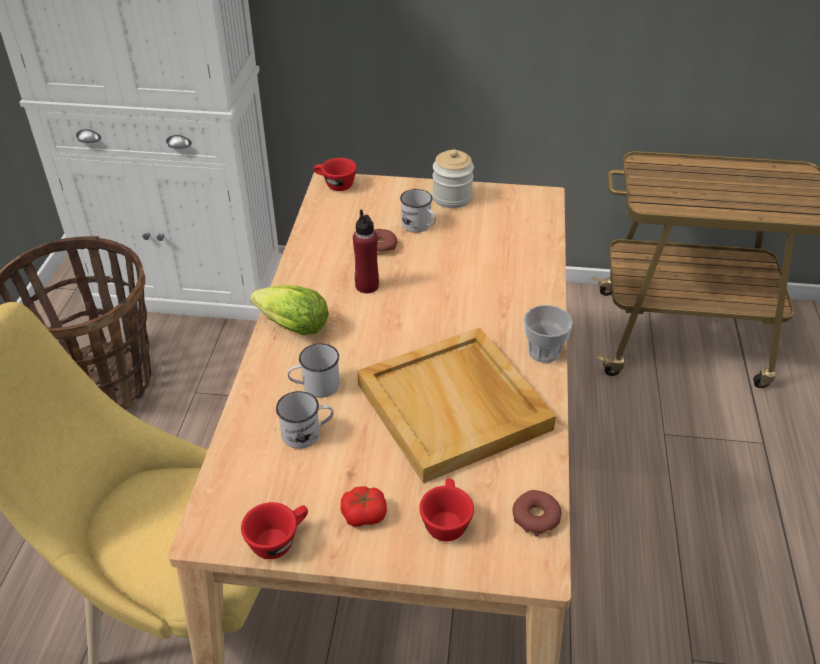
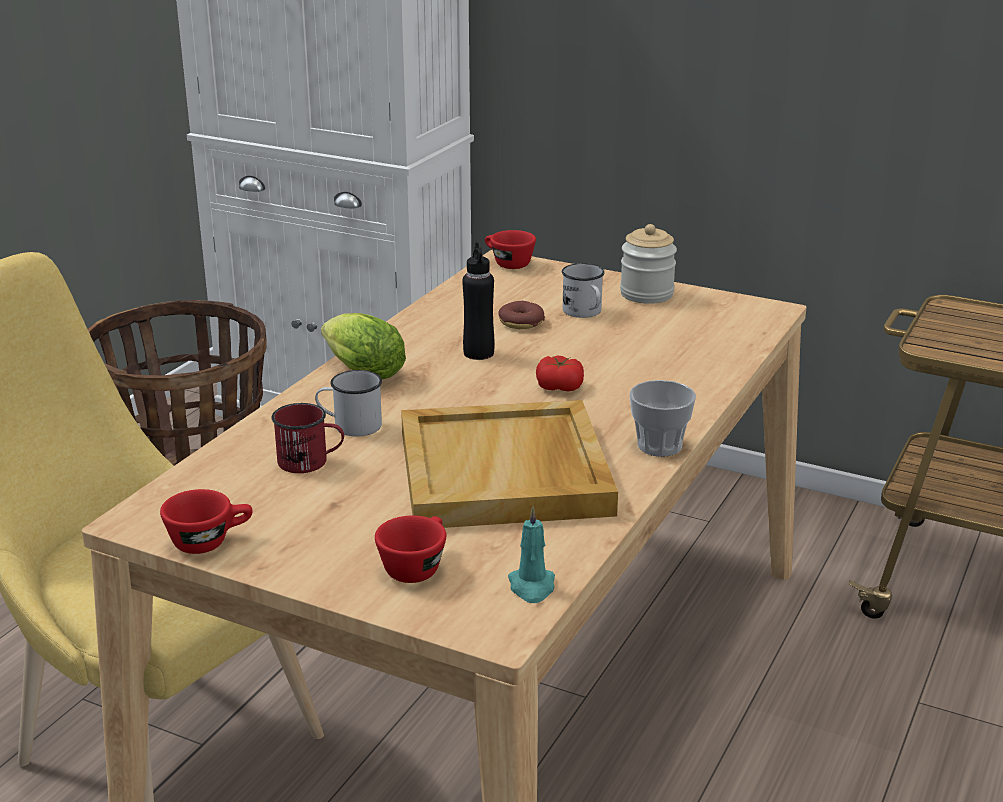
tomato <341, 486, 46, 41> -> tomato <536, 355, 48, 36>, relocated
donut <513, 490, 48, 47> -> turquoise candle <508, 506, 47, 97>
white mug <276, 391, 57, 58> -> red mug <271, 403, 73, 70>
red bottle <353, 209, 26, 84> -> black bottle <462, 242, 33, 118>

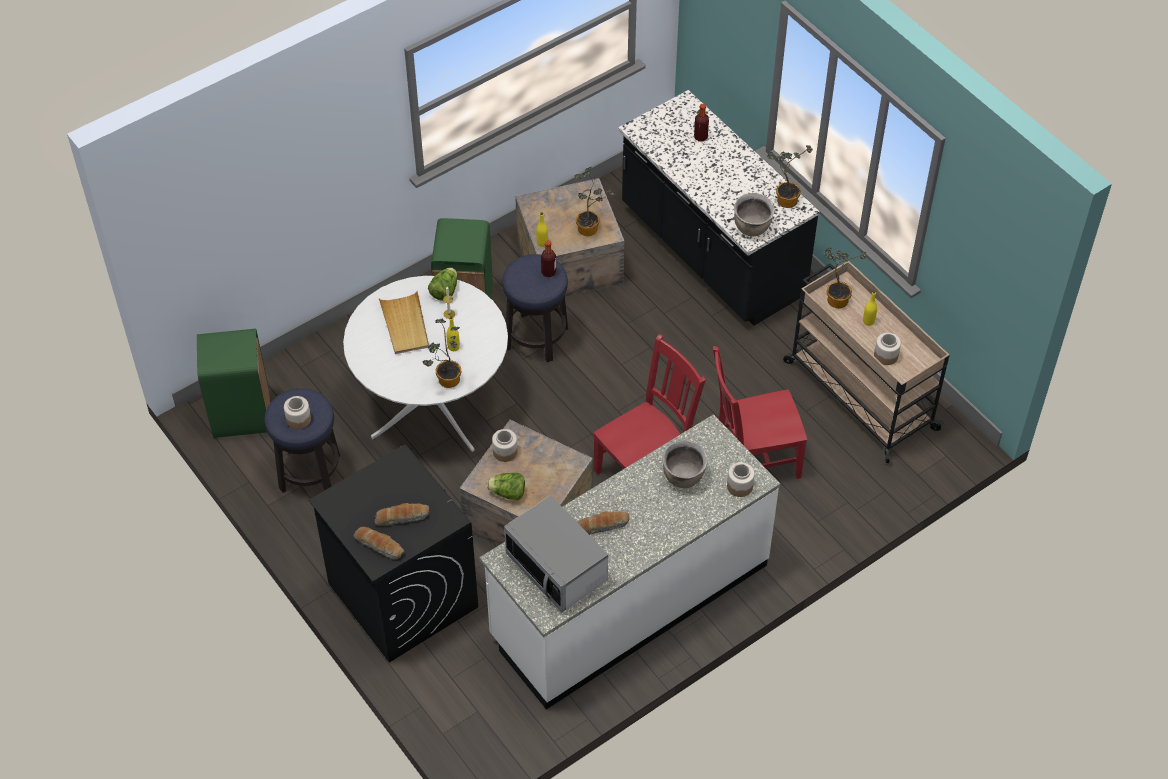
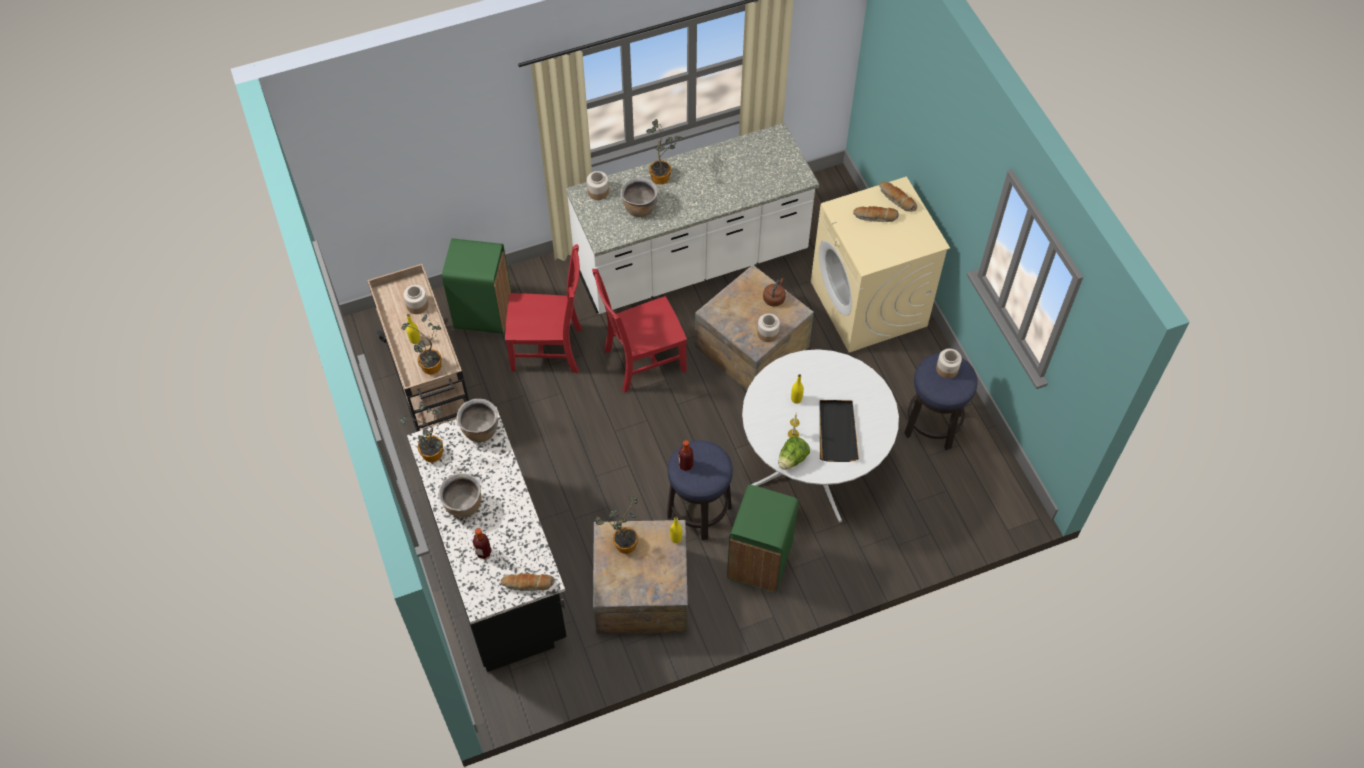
microwave <504, 495, 104, 117> -> none
none -> brown cooking pot <439, 473, 43, 45>
green trash can <197, 329, 73, 109> -> green trash can <442, 238, 70, 96>, relocated
potted plant <423, 318, 38, 70> -> potted plant <646, 119, 37, 66>, relocated
bread <578, 511, 51, 24> -> bread <501, 573, 53, 18>, relocated
lettuce <487, 473, 38, 27> -> brown kettle <763, 278, 23, 28>
black washing machine <309, 444, 169, 219> -> beige washing machine <811, 177, 139, 175>
beige tray <379, 291, 50, 63> -> black tray <819, 400, 40, 62>

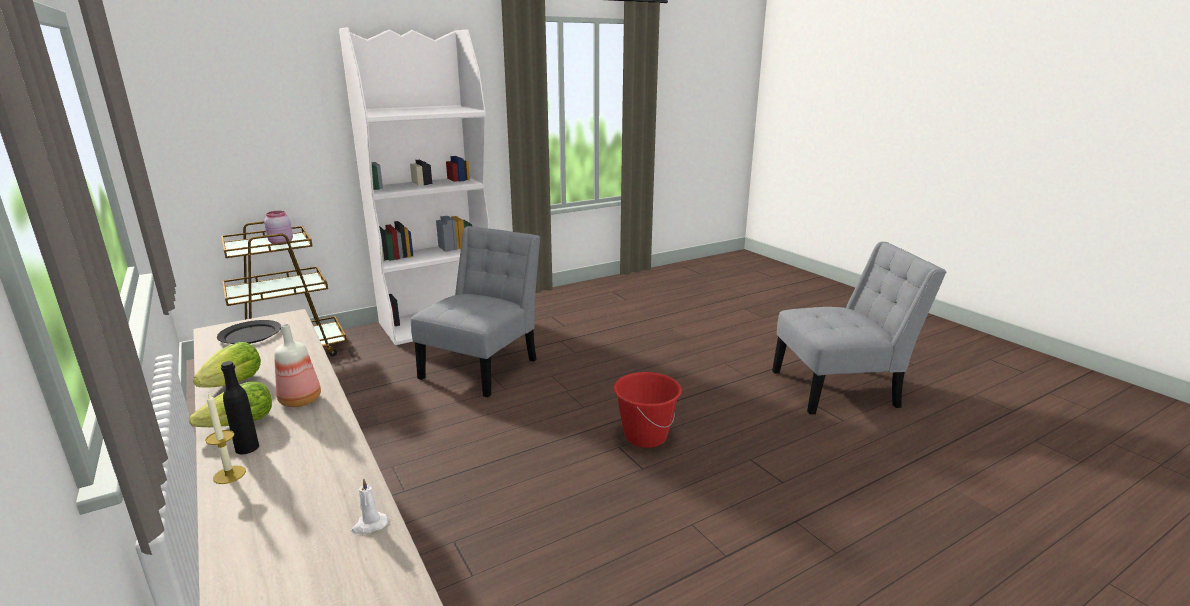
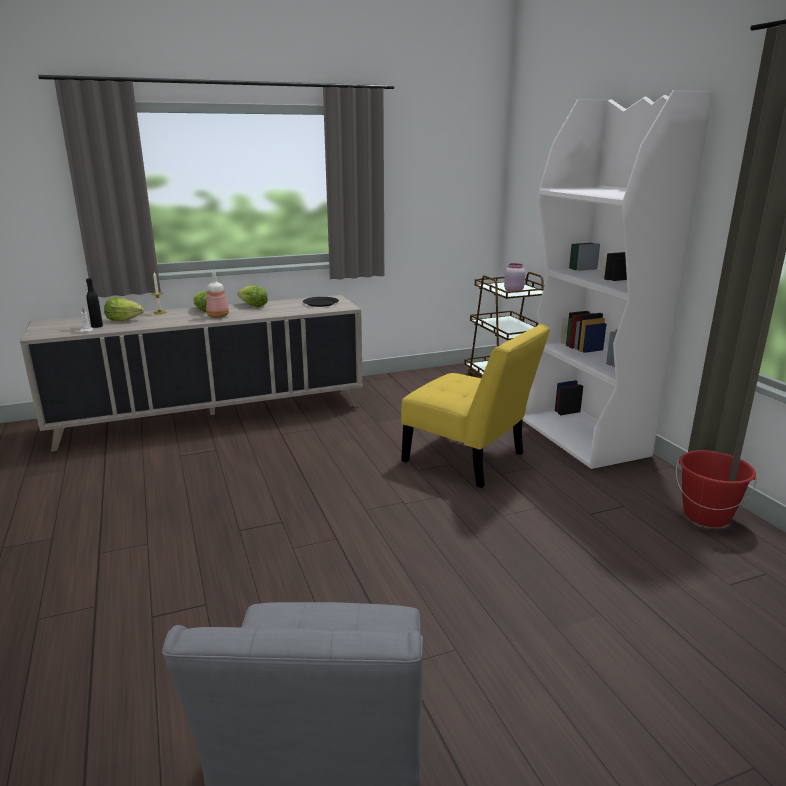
none -> lettuce <104, 298, 40, 23>
black bottle <221, 361, 38, 93> -> black bottle <86, 278, 17, 50>, relocated
red bucket <614, 372, 68, 76> -> red bucket <676, 450, 81, 77>, relocated
grey chair <411, 226, 129, 171> -> yellow chair <401, 324, 149, 164>

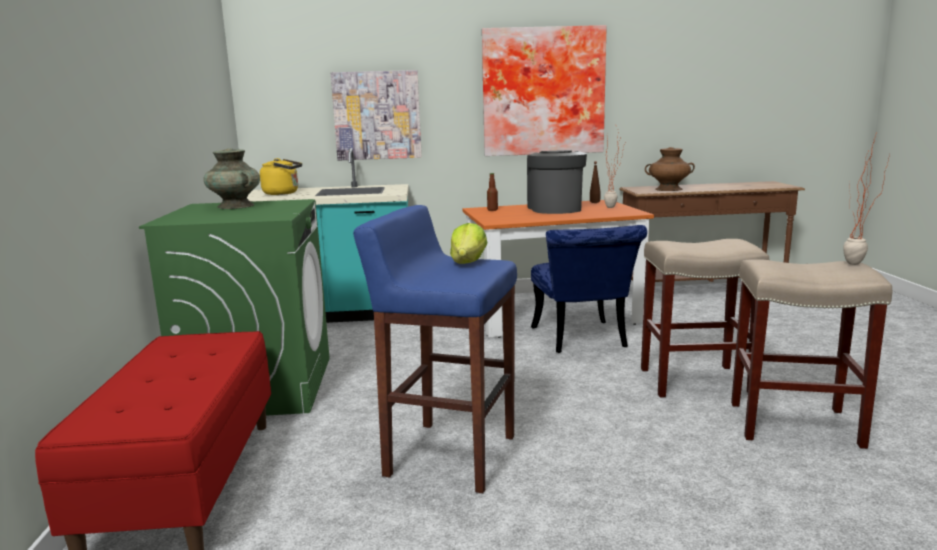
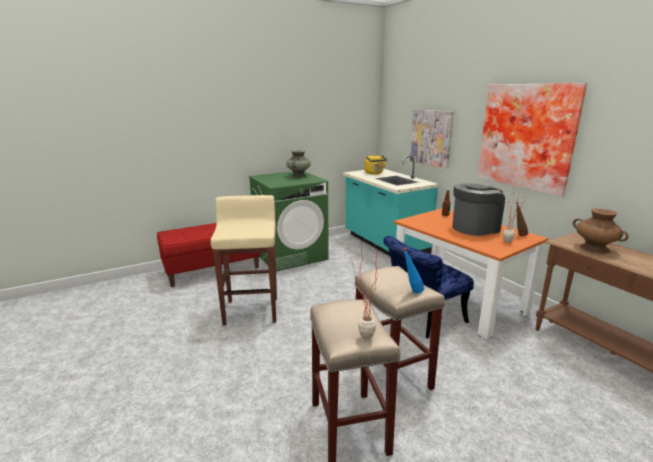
lettuce <450, 223, 37, 41> -> none
none -> blue bottle <403, 248, 21, 45>
blue stool <353, 205, 164, 288> -> beige stool <211, 195, 66, 131>

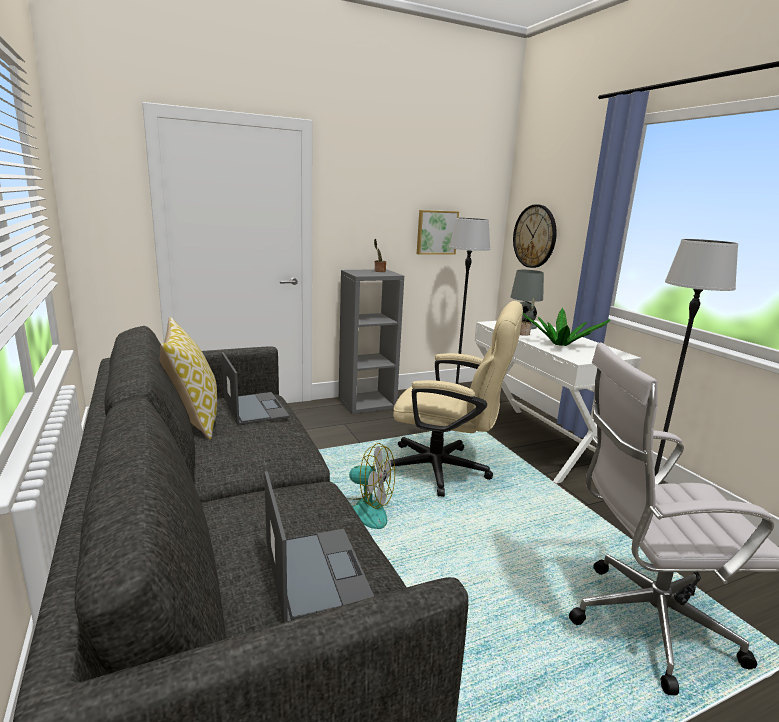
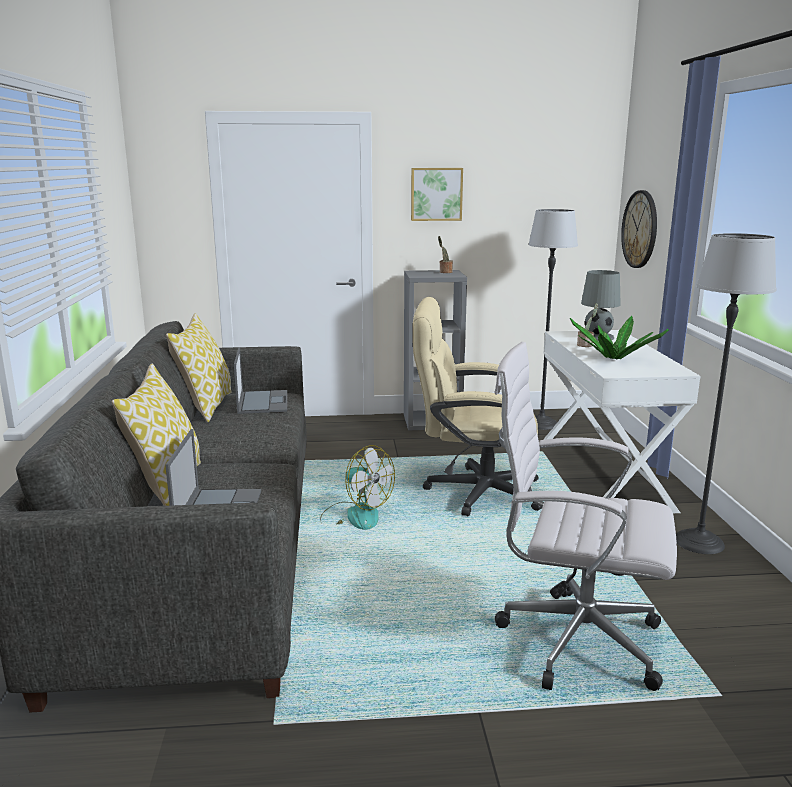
none -> pillow <111, 364, 90, 142>
picture <417, 210, 42, 45> -> picture <411, 168, 52, 53>, relocated
beige office chair <381, 301, 142, 196> -> beige office chair <413, 297, 129, 220>, 150 degrees clockwise

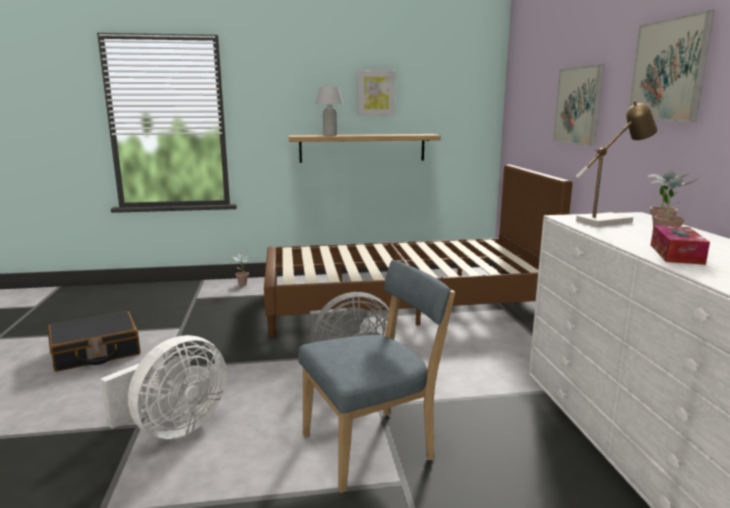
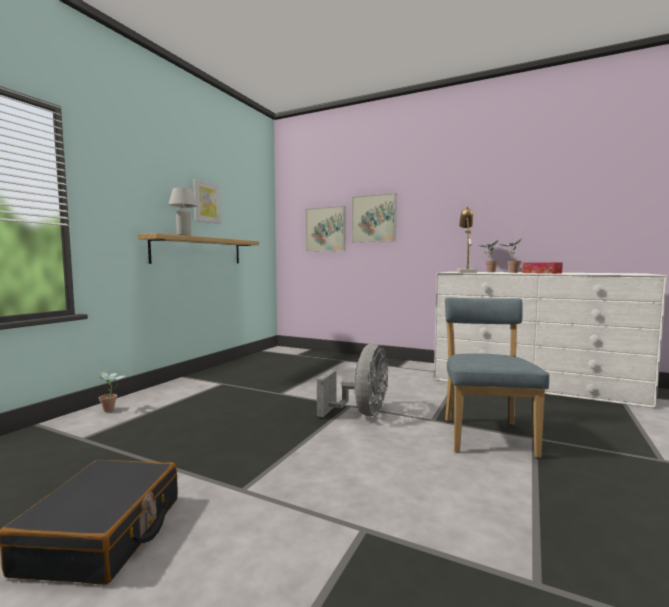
white fan <100, 335, 127, 104> -> none
brown bed <264, 164, 308, 173> -> none
picture <629, 10, 86, 112> -> picture <306, 206, 39, 46>, relocated

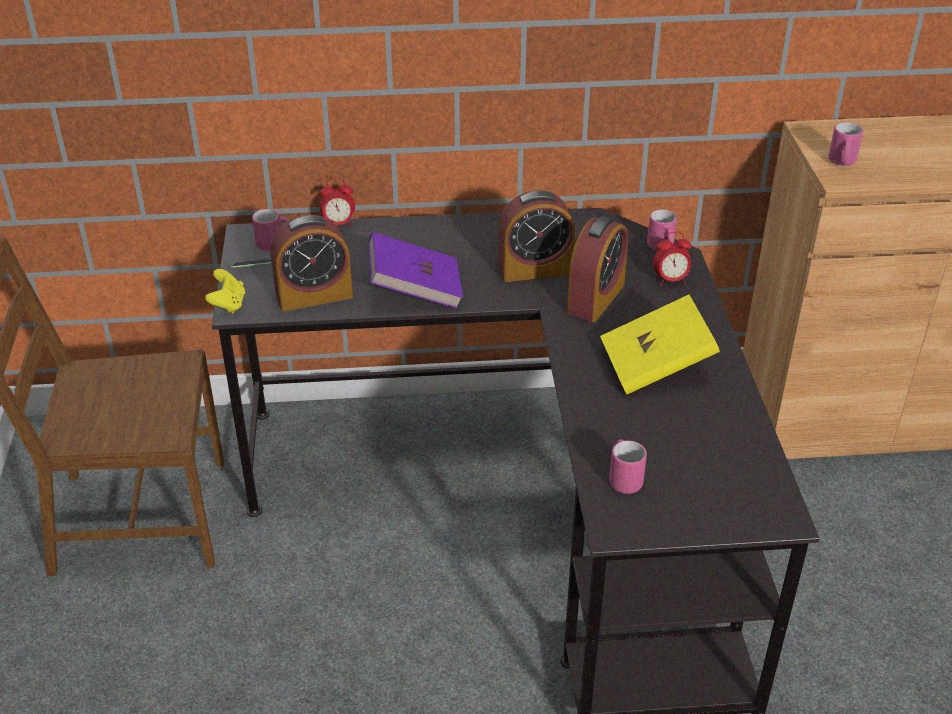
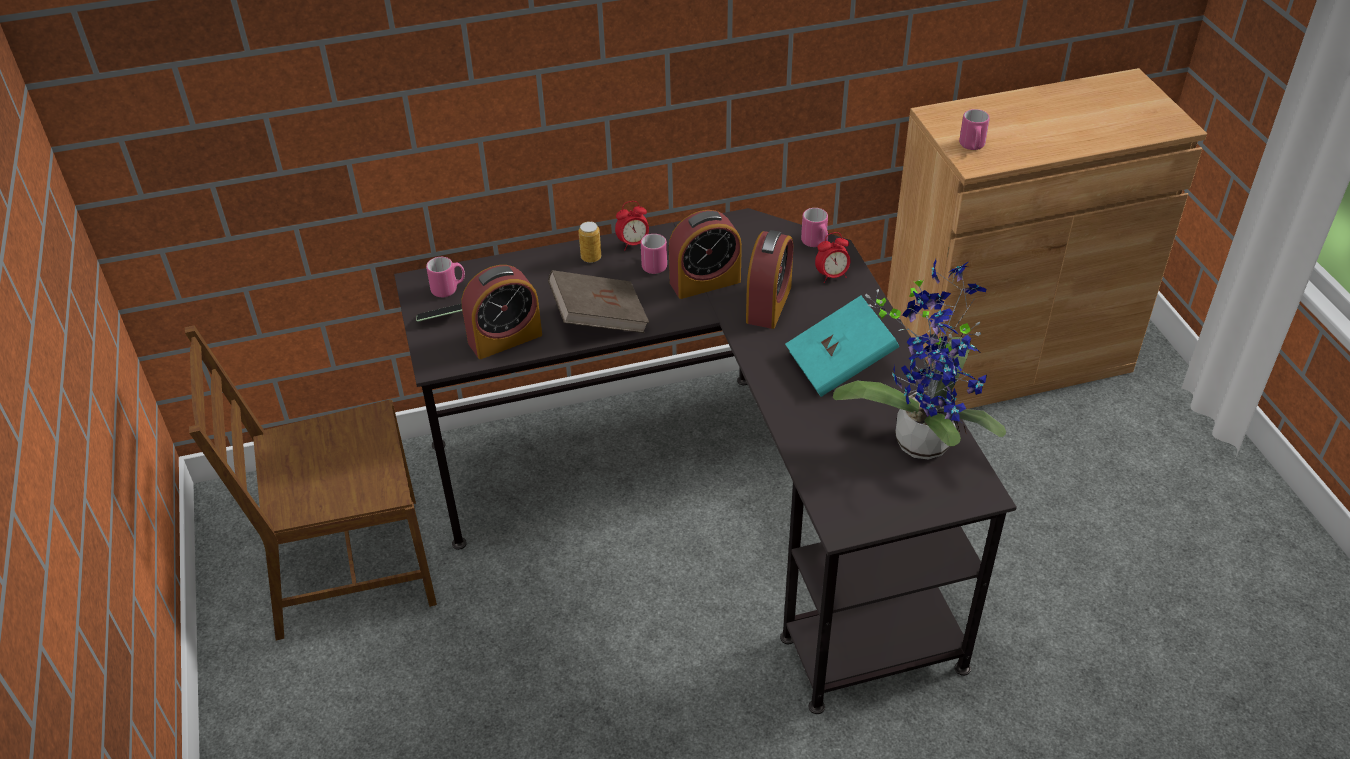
yellow game controller <205, 269, 40, 45> -> none
none -> can <579, 221, 22, 42>
none -> potted plant <833, 259, 173, 201>
alarm clock <320, 178, 35, 50> -> alarm clock <615, 201, 34, 49>, relocated
pink mug <609, 439, 38, 55> -> pink mug <641, 234, 26, 40>, relocated
purple book <368, 232, 95, 77> -> brown book <548, 270, 101, 63>
yellow book <600, 295, 120, 100> -> turquoise book <785, 296, 114, 101>

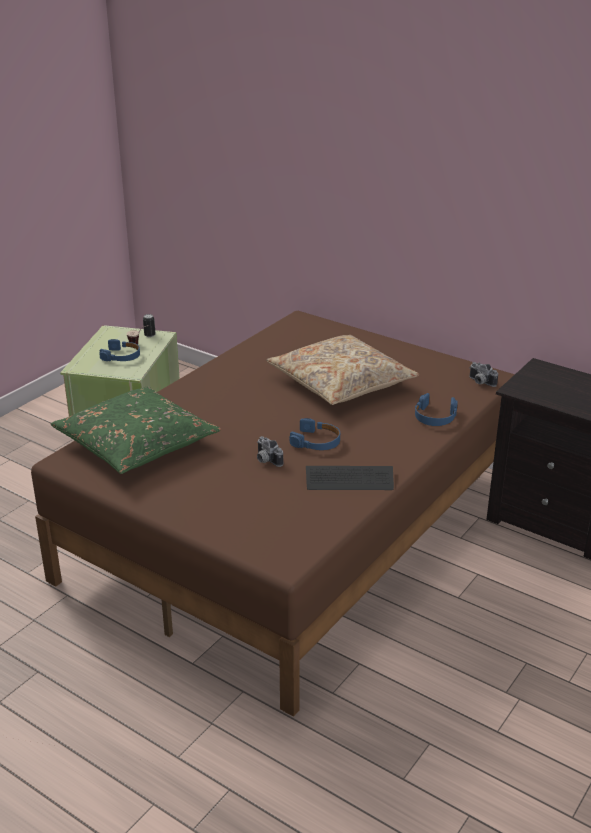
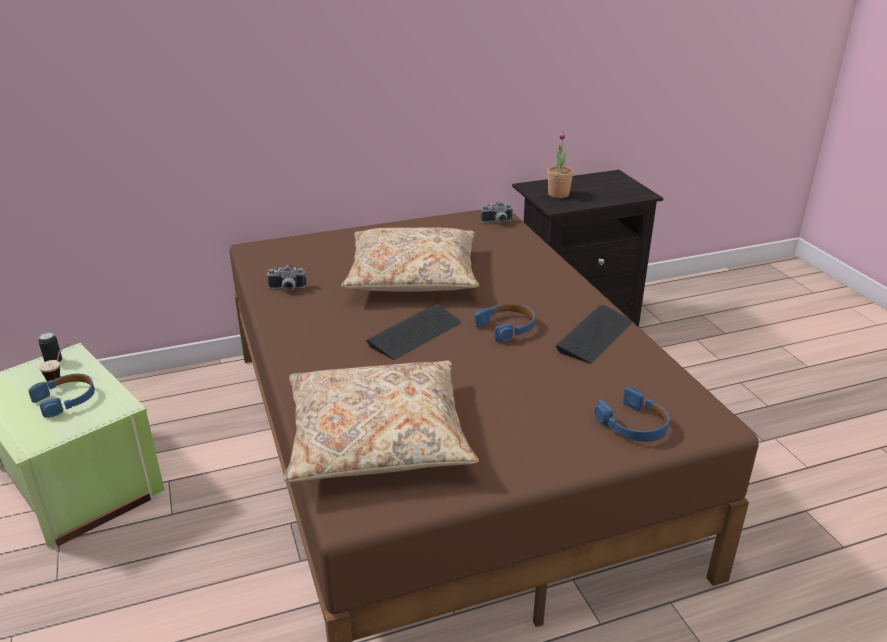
none -> keyboard <366, 304, 95, 56>
none -> potted plant <547, 131, 26, 67>
photo camera <257, 436, 26, 31> -> photo camera <266, 265, 41, 26>, relocated
blue headphones <415, 393, 43, 33> -> blue headphones <594, 387, 75, 55>, relocated
green pillow <51, 386, 170, 88> -> beige pillow <284, 361, 195, 121>

